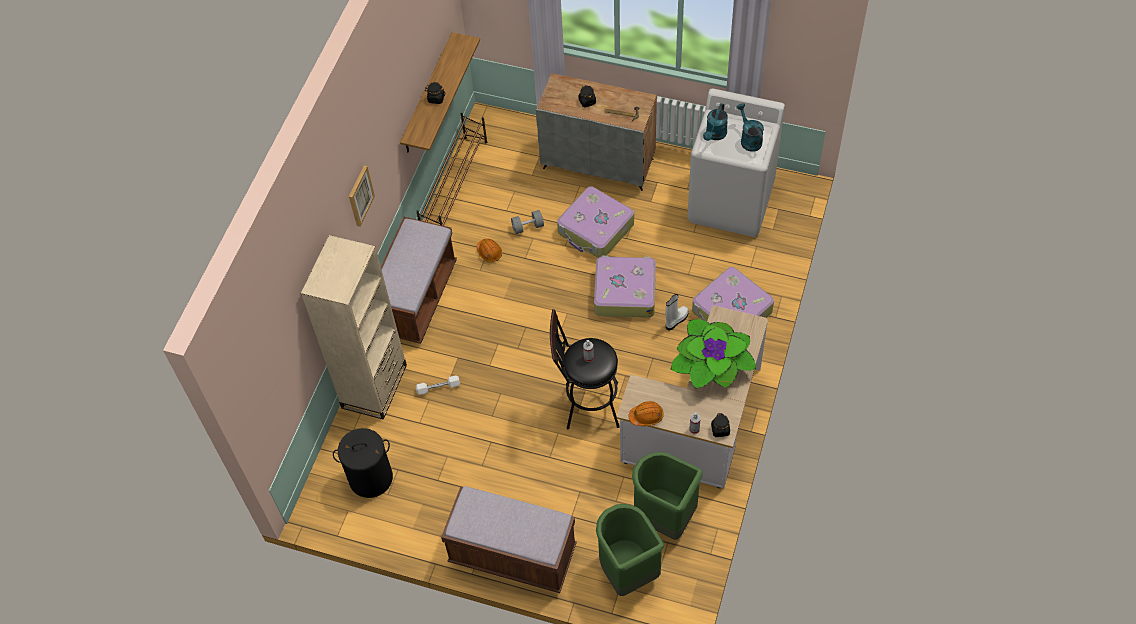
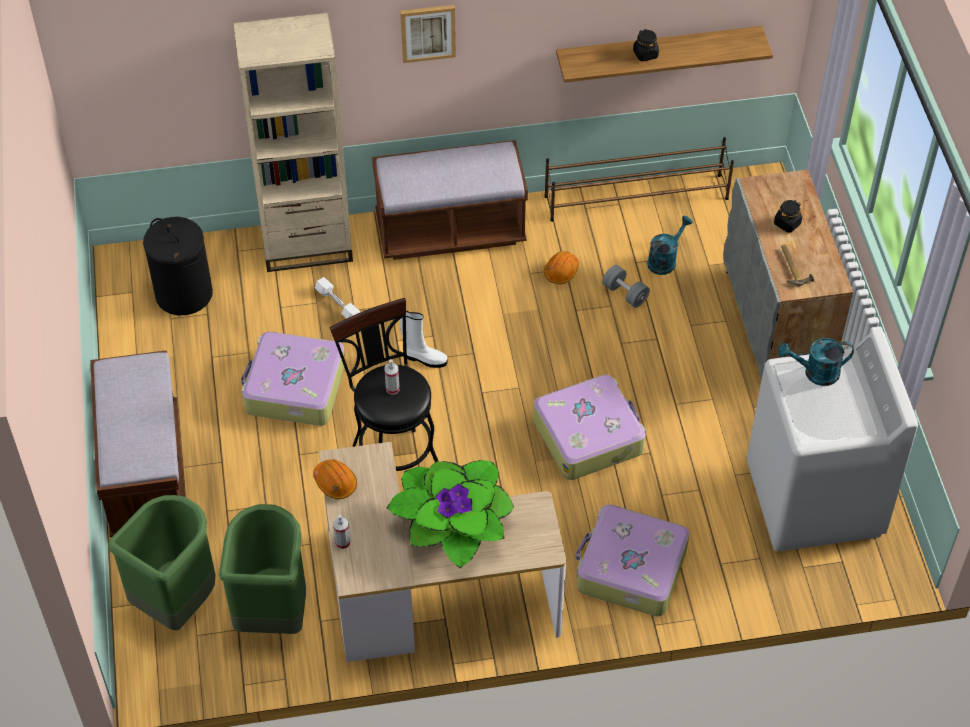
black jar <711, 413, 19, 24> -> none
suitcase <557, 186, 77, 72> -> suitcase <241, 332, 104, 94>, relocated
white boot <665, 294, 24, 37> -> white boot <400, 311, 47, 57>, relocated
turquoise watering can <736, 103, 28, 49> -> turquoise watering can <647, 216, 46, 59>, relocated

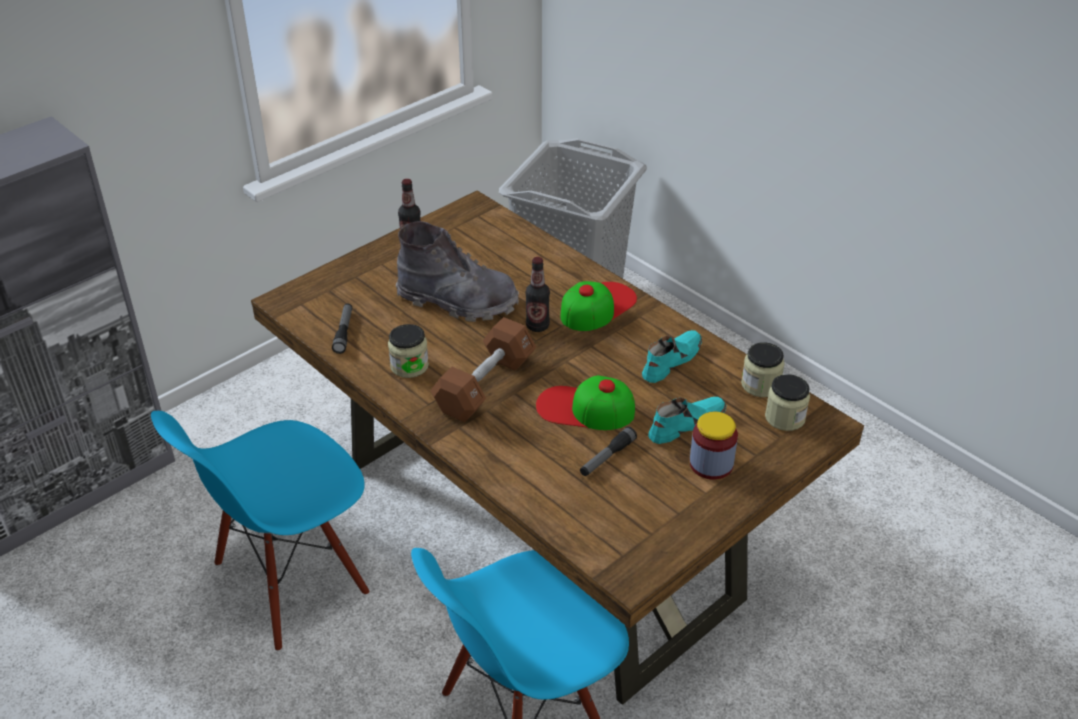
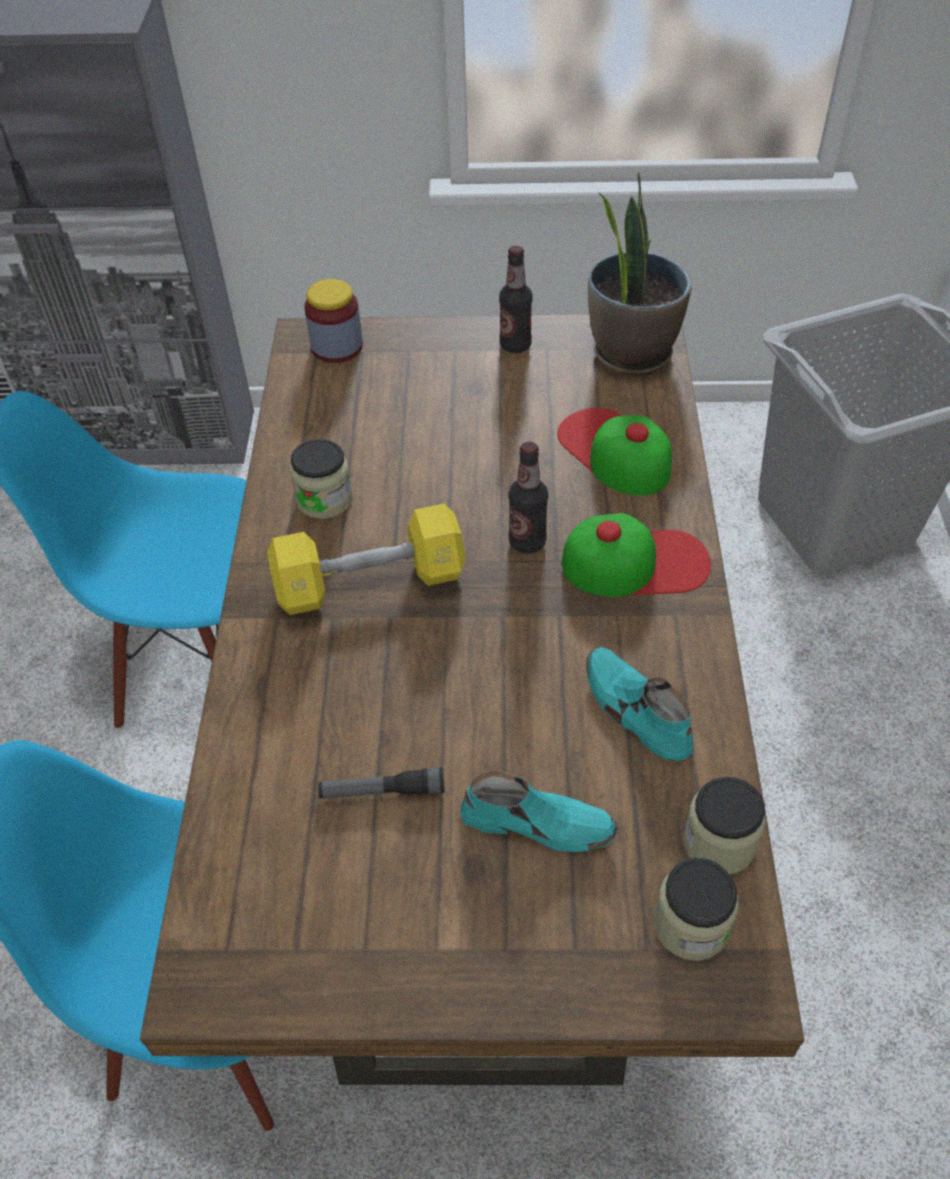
flashlight <332, 303, 20, 51> -> none
grey boot <396, 221, 123, 101> -> none
none -> potted plant <588, 172, 104, 204>
cap <536, 375, 99, 55> -> cap <557, 408, 115, 88>, relocated
jar <690, 412, 48, 68> -> jar <304, 279, 59, 84>, relocated
brown dumbbell <430, 317, 107, 106> -> yellow dumbbell <267, 503, 199, 112>
turquoise shoe <642, 330, 60, 53> -> turquoise shoe <586, 647, 107, 114>, 120 degrees counterclockwise

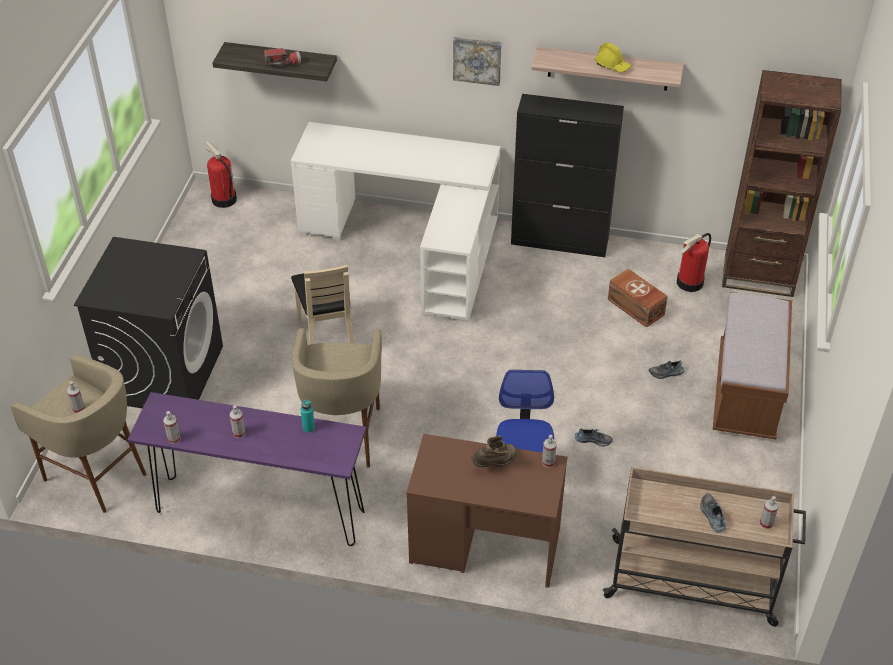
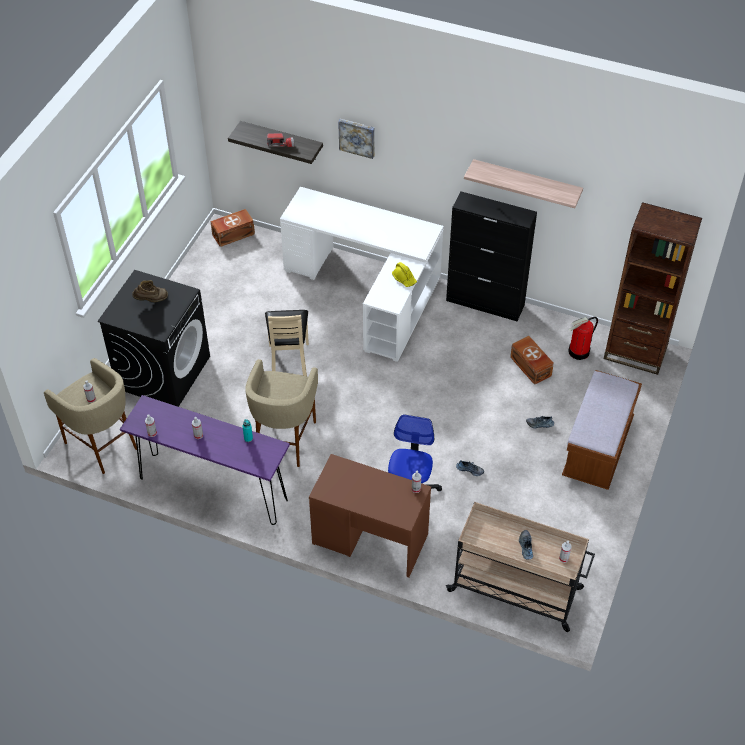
picture <453, 37, 49, 49> -> picture <338, 119, 37, 40>, relocated
brown boot <471, 436, 46, 31> -> brown boot <132, 280, 36, 22>, relocated
yellow hard hat <594, 43, 37, 30> -> yellow hard hat <392, 262, 25, 25>, relocated
fire extinguisher <205, 141, 32, 67> -> brown storage box <210, 209, 45, 38>

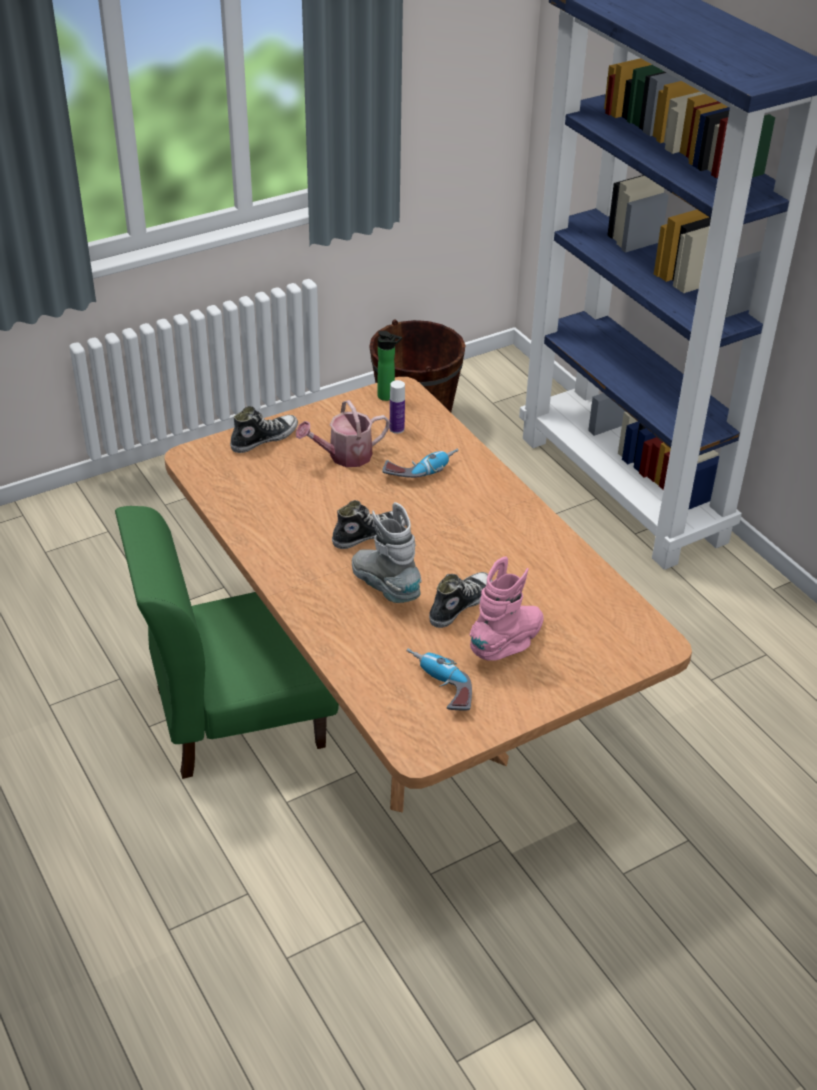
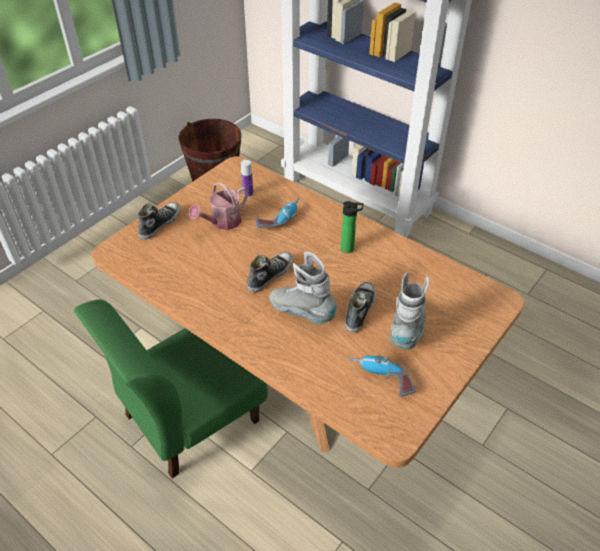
bottle <378, 331, 24, 70> -> bottle <341, 201, 22, 52>, relocated
pink boot <470, 557, 73, 104> -> grey boot <390, 272, 39, 78>

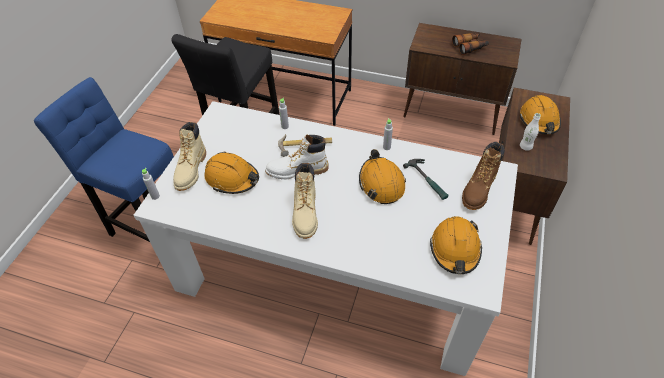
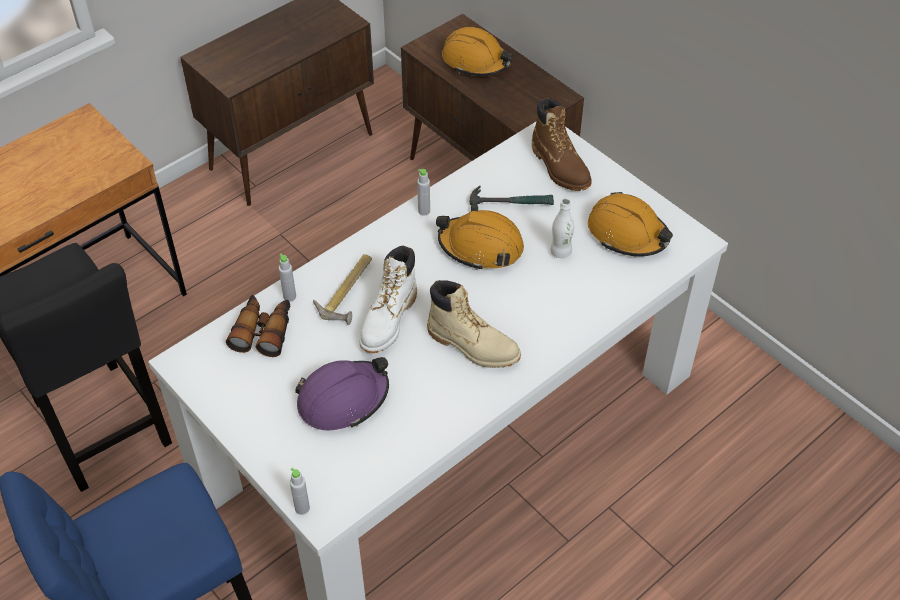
beige boot <173, 122, 33, 69> -> none
binoculars <452, 33, 37, 22> -> binoculars <226, 295, 64, 62>, relocated
white bottle <520, 113, 21, 38> -> white bottle <550, 198, 24, 60>, relocated
orange hard hat <204, 152, 55, 42> -> purple hard hat <295, 357, 94, 73>

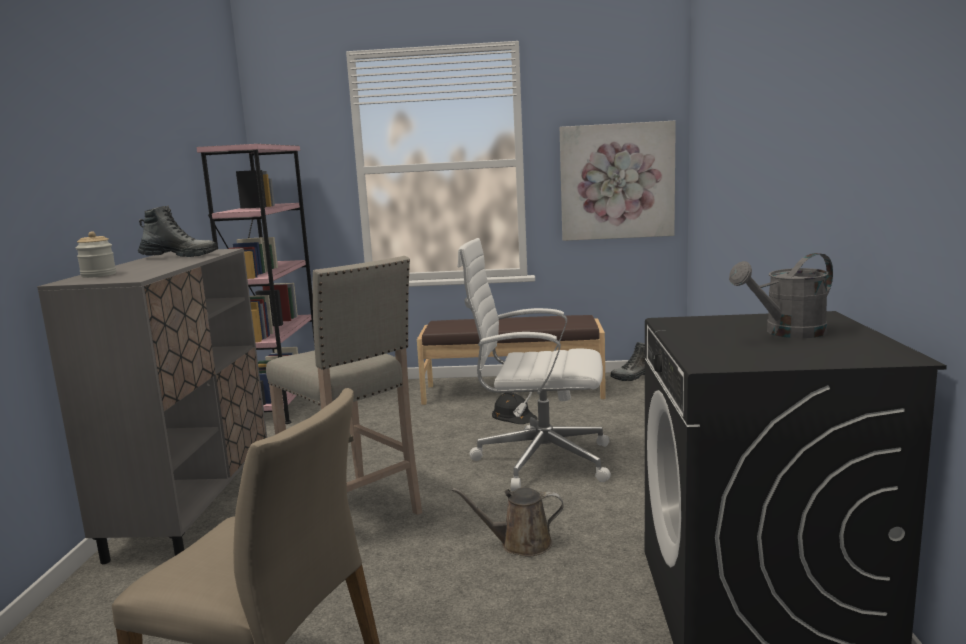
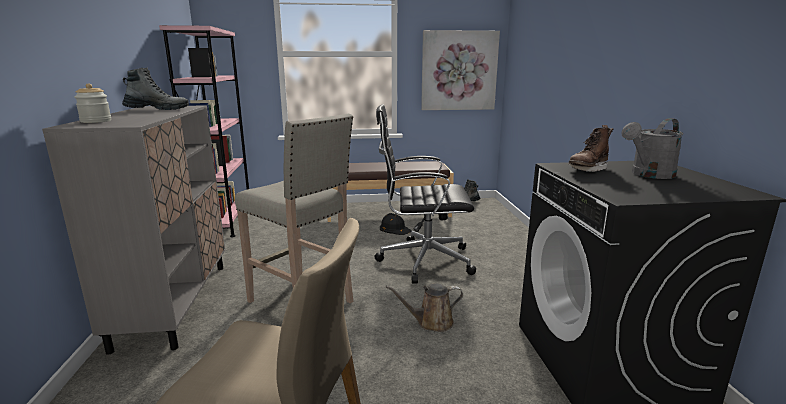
none -> brown boot <568, 125, 45, 47>
white office chair <458, 238, 153, 253> -> black office chair <375, 104, 101, 179>

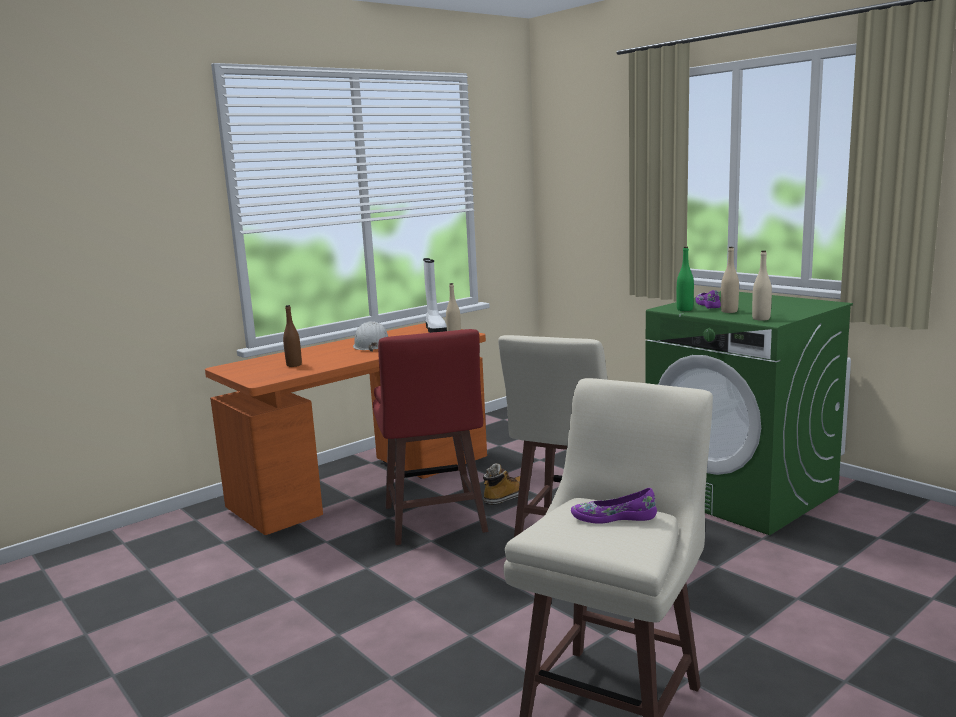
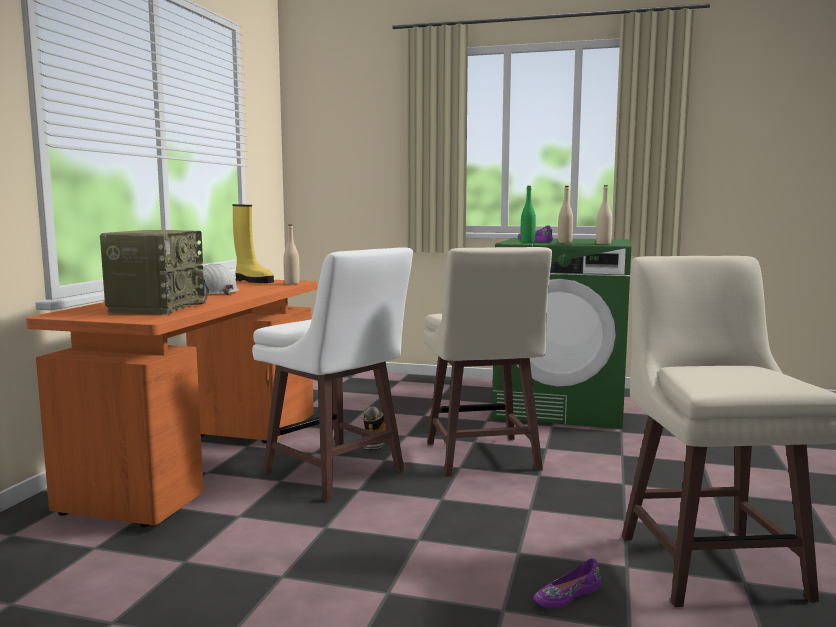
purple shoe <571, 488, 86, 36> -> purple shoe <534, 558, 67, 50>, relocated
brown bottle <283, 305, 19, 62> -> radio <100, 230, 109, 85>
red stool <373, 329, 115, 216> -> white stool <252, 247, 161, 254>
white boot <423, 258, 24, 75> -> yellow boot <232, 204, 42, 79>

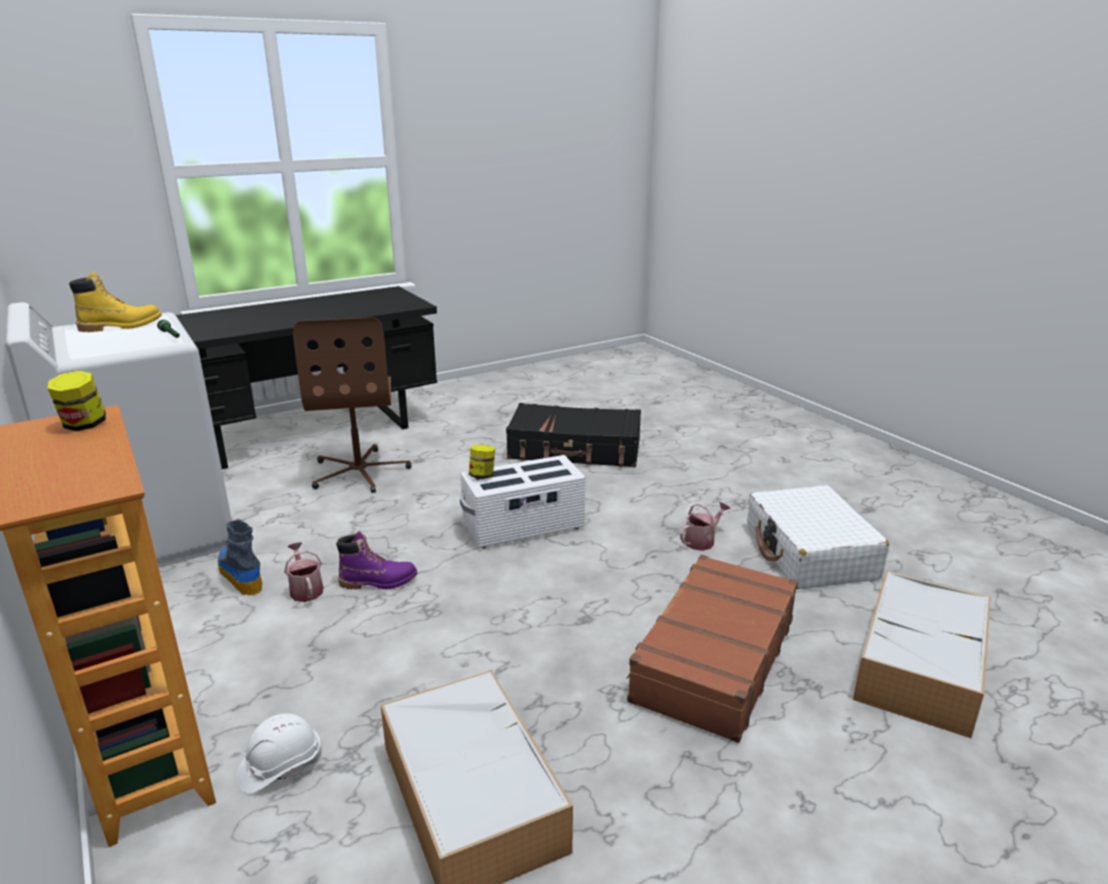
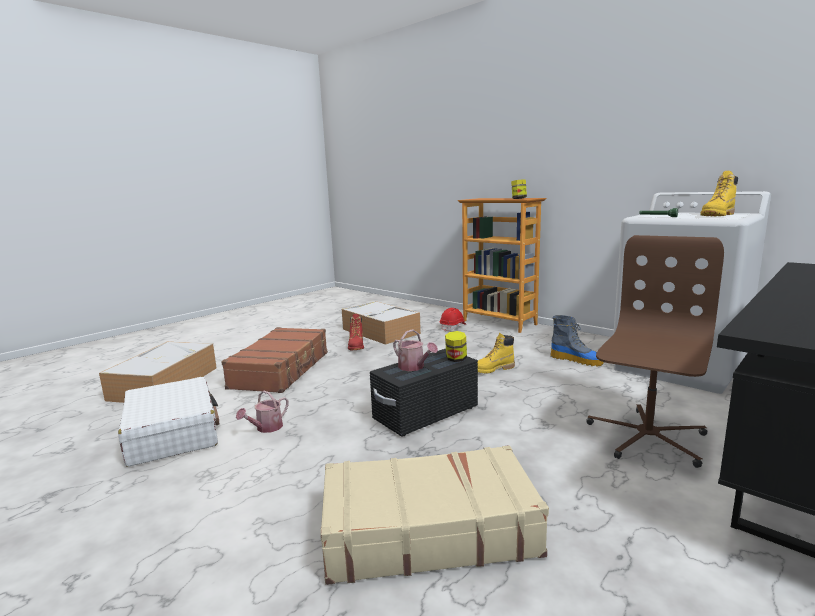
none -> red boot <348, 314, 16, 36>
watering can <284, 542, 39, 60> -> watering can <393, 329, 45, 42>, relocated
white hard hat <237, 714, 85, 80> -> red hard hat <440, 308, 26, 23>
purple boot <336, 531, 82, 58> -> yellow boot <478, 333, 37, 40>
white storage box <460, 455, 126, 93> -> black storage box <370, 349, 108, 88>
black suitcase <506, 403, 135, 64> -> beige suitcase <320, 445, 229, 140>
brown office chair <293, 317, 118, 176> -> brown office chair <586, 235, 138, 233>, 60 degrees clockwise

